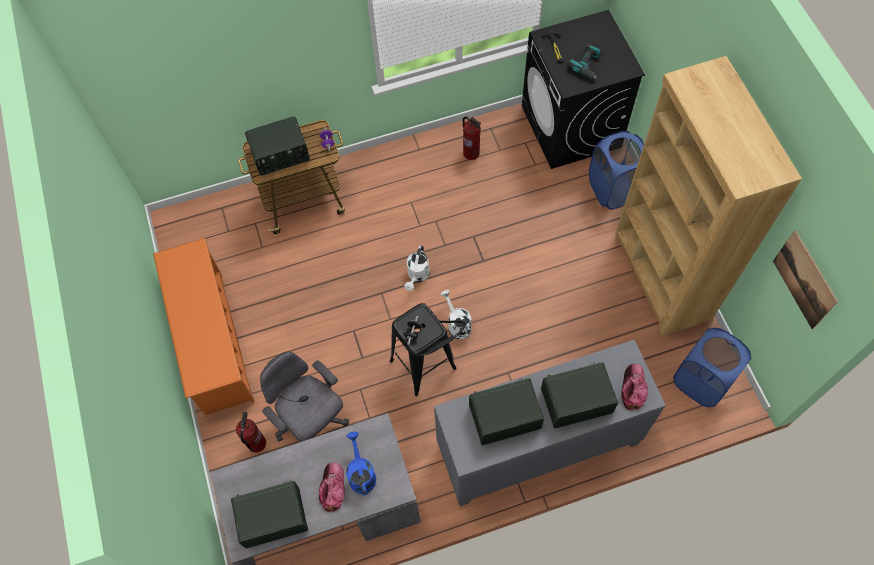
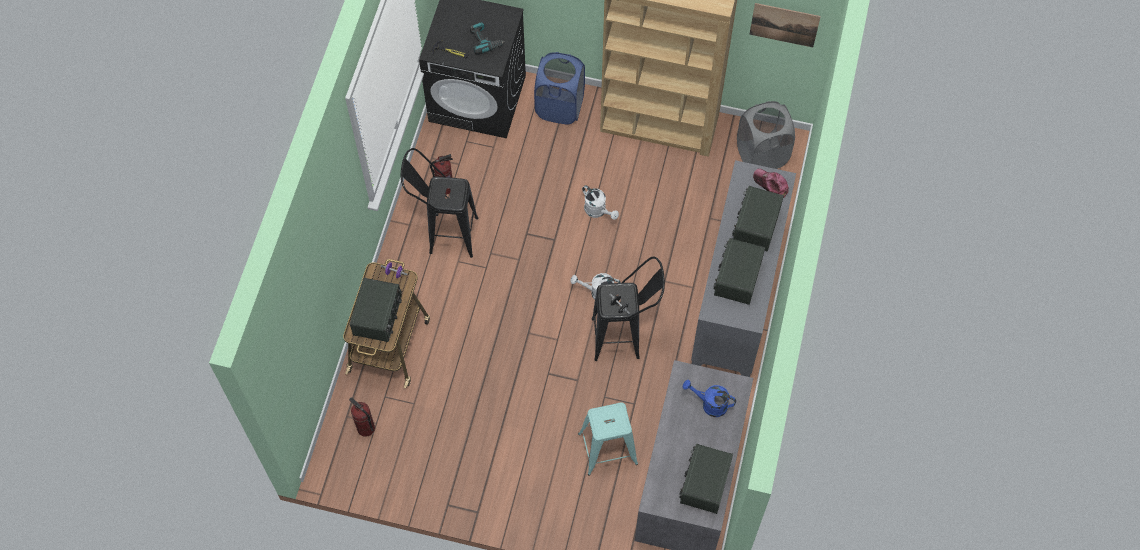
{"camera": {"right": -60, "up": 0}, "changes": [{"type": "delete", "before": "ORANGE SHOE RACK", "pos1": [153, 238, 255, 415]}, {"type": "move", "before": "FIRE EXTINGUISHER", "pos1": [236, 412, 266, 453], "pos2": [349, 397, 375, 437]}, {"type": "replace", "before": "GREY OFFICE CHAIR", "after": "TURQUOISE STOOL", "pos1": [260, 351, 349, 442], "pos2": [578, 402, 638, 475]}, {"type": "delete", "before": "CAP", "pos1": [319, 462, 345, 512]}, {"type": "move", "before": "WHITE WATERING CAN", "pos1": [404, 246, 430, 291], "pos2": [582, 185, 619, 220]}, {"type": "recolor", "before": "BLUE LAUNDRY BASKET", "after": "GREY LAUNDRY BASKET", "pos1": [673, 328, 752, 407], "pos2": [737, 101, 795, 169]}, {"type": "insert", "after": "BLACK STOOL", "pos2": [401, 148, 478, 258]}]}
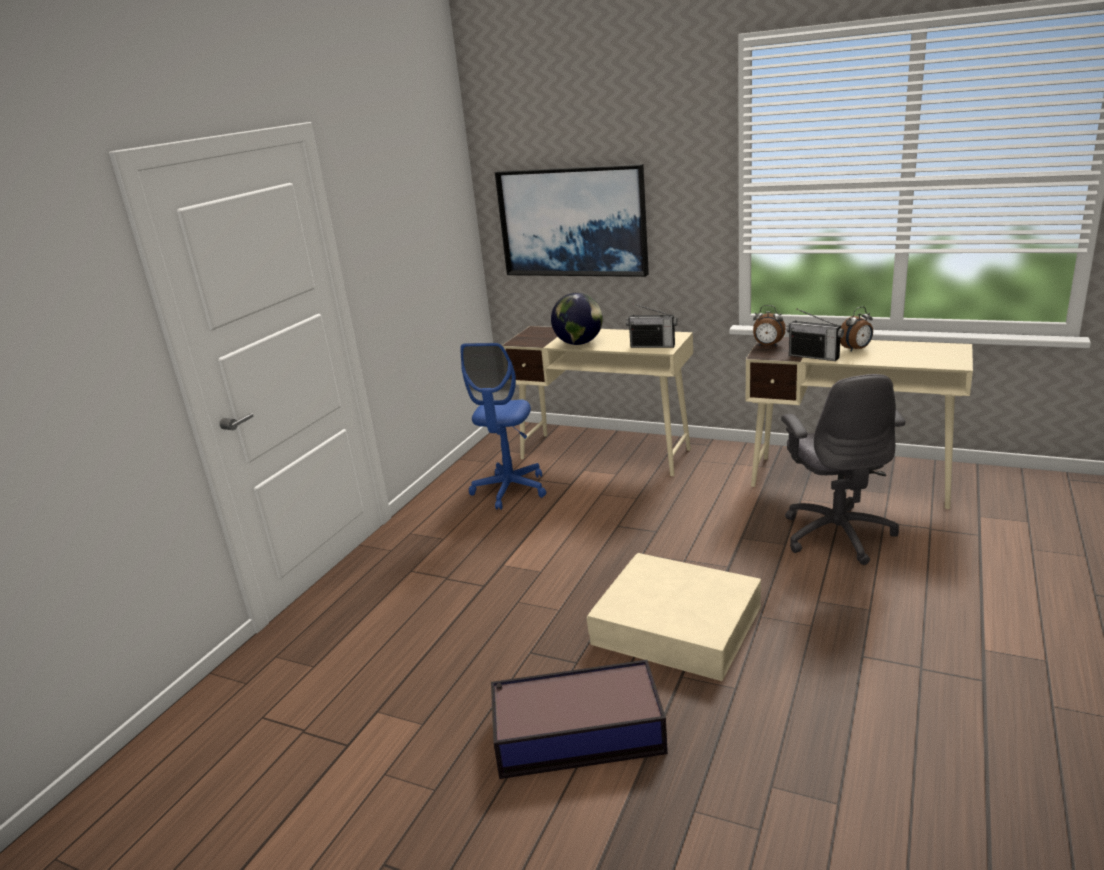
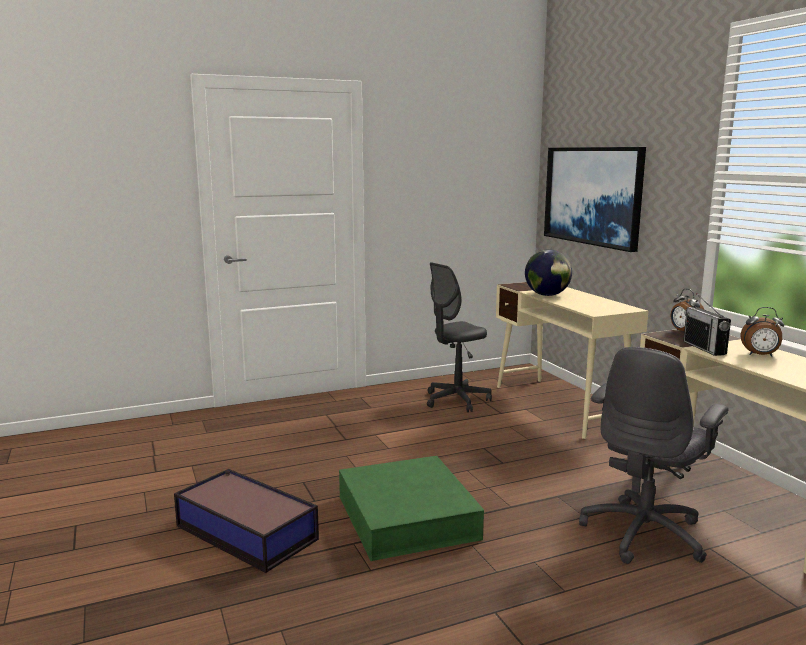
{"camera": {"right": 40, "up": -10}, "changes": [{"type": "recolor", "before": "BLUE OFFICE CHAIR", "after": "GREY OFFICE CHAIR", "pos1": [460, 343, 546, 510], "pos2": [427, 262, 492, 412]}, {"type": "recolor", "before": "BEIGE STORAGE BOX", "after": "GREEN STORAGE BOX", "pos1": [587, 553, 761, 681], "pos2": [339, 456, 484, 561]}, {"type": "delete", "before": "RADIO", "pos1": [626, 304, 678, 348]}]}
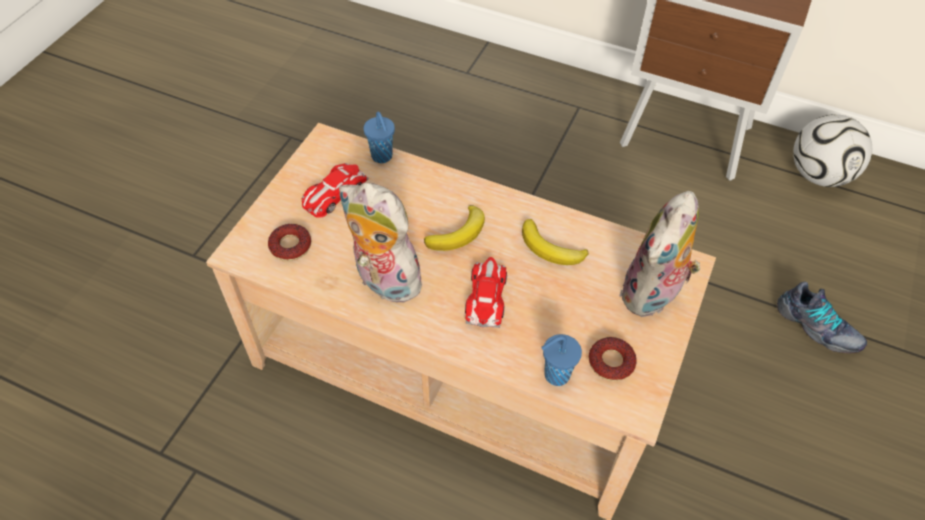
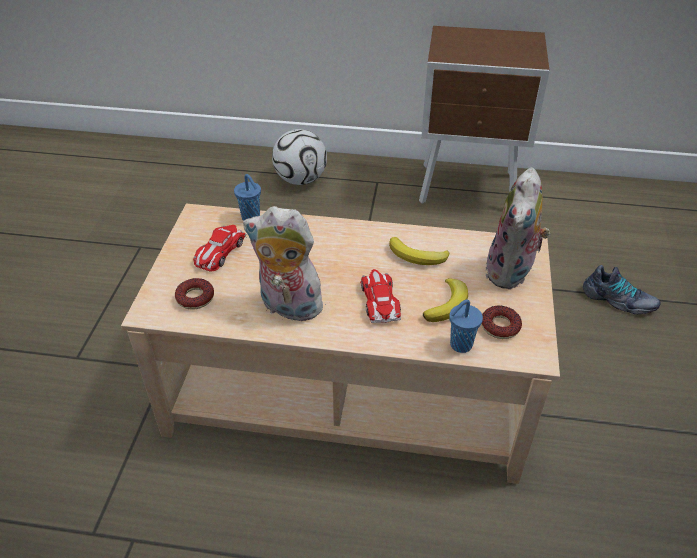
{"camera": {"right": -15, "up": -10}, "changes": [{"type": "move", "before": "BANANA", "pos1": [424, 205, 485, 251], "pos2": [423, 278, 468, 322]}, {"type": "move", "before": "FOOTBALL", "pos1": [793, 114, 872, 187], "pos2": [272, 129, 327, 185]}]}
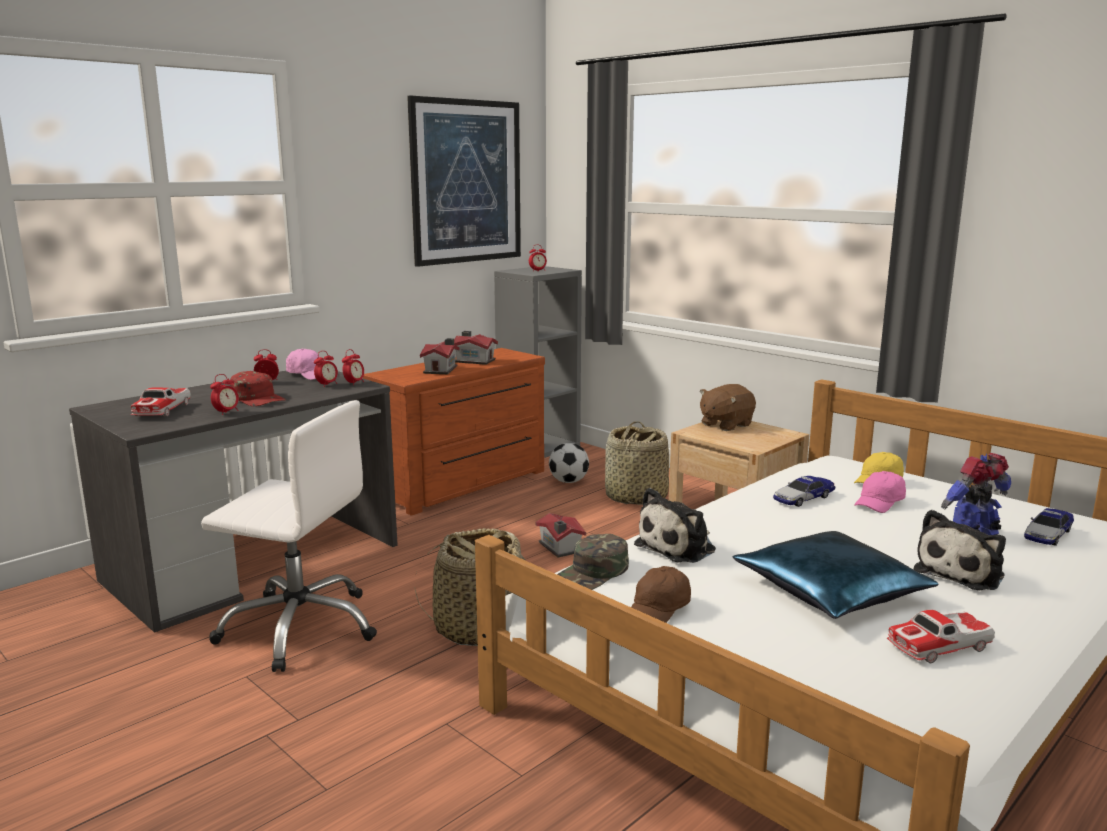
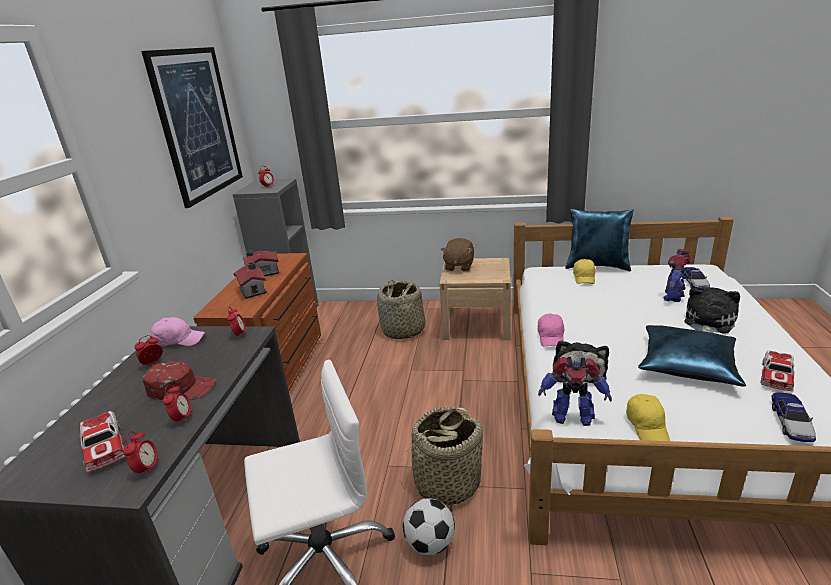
{"camera": {"right": -35, "up": 10}, "changes": [{"type": "move", "before": "ALARM CLOCK", "pos1": [314, 351, 338, 387], "pos2": [123, 431, 159, 476]}, {"type": "delete", "before": "TOY HOUSE", "pos1": [535, 513, 586, 558]}, {"type": "move", "before": "FOOTBALL", "pos1": [549, 443, 589, 483], "pos2": [403, 498, 455, 555]}, {"type": "replace", "before": "GREEN CAP", "after": "TOY ROBOT", "pos1": [557, 534, 629, 590], "pos2": [538, 357, 612, 426]}, {"type": "recolor", "before": "BROWN CAP", "after": "YELLOW CAP", "pos1": [631, 566, 691, 623], "pos2": [626, 394, 670, 441]}, {"type": "move", "before": "TOY CAR", "pos1": [773, 476, 835, 507], "pos2": [772, 392, 816, 442]}, {"type": "move", "before": "PINK CAP", "pos1": [854, 471, 906, 513], "pos2": [538, 313, 564, 346]}, {"type": "rotate", "before": "PLUSH TOY", "pos1": [914, 510, 1006, 590], "pos2": [685, 288, 740, 333], "turn": -150}, {"type": "insert", "after": "BLUE PILLOW", "pos2": [565, 209, 634, 271]}]}
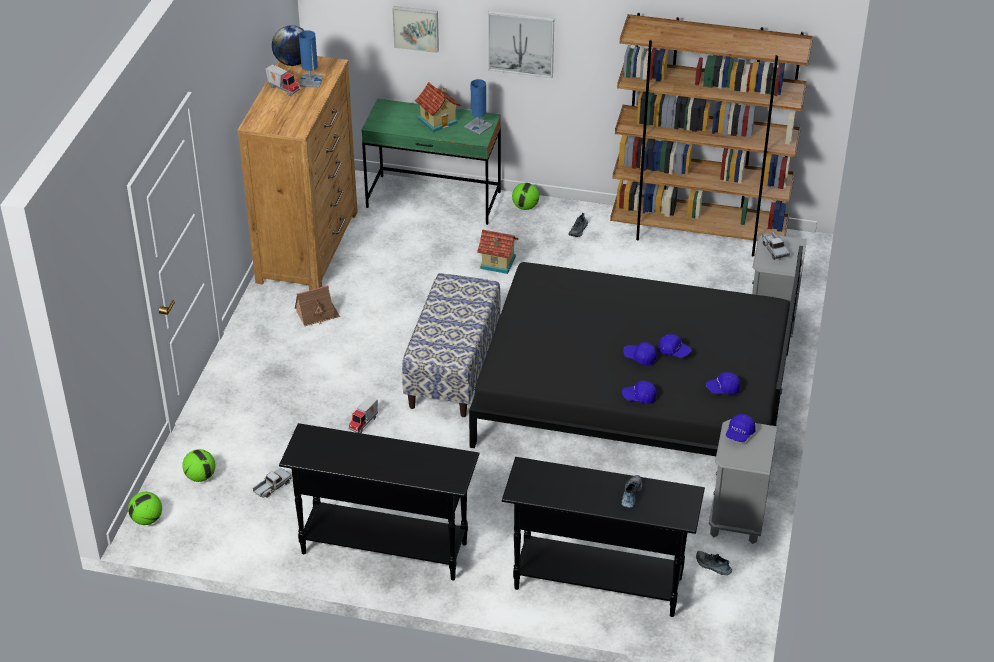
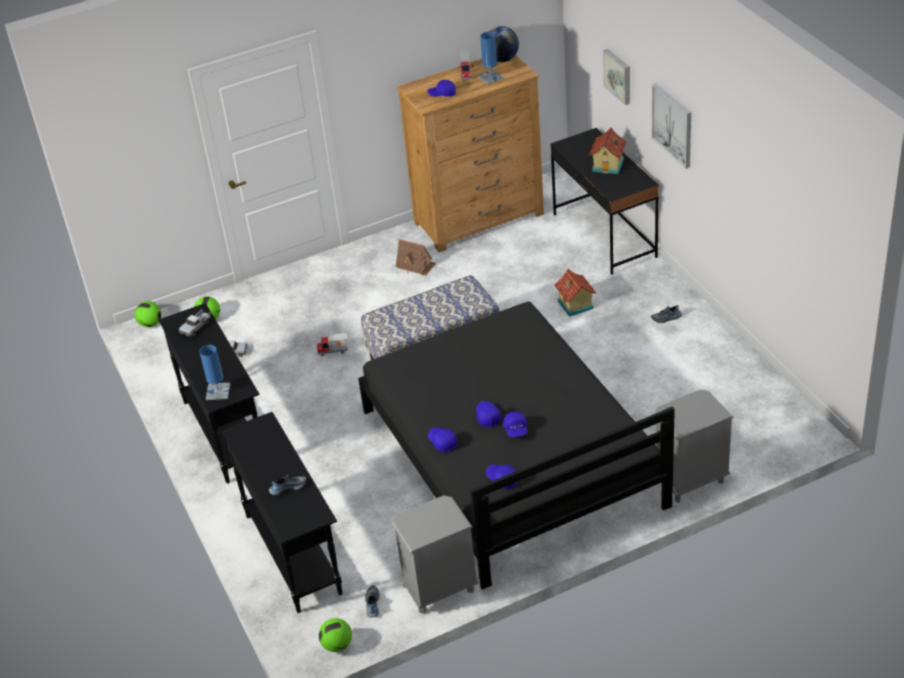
{"camera": {"right": 55, "up": 0}, "changes": [{"type": "recolor", "before": "GREEN DESK", "after": "BLACK DESK", "pos1": [361, 99, 501, 225], "pos2": [551, 128, 659, 275]}, {"type": "move", "before": "BLUE TABLE LAMP", "pos1": [464, 79, 493, 135], "pos2": [199, 345, 230, 400]}, {"type": "move", "before": "FOOTBALL", "pos1": [512, 183, 539, 210], "pos2": [319, 618, 352, 652]}, {"type": "delete", "before": "BROWN BOOKCASE", "pos1": [610, 13, 813, 256]}, {"type": "move", "before": "BLUE CAP", "pos1": [726, 414, 756, 442], "pos2": [427, 80, 456, 97]}, {"type": "move", "before": "TOY TRUCK", "pos1": [762, 231, 790, 260], "pos2": [179, 309, 211, 337]}]}
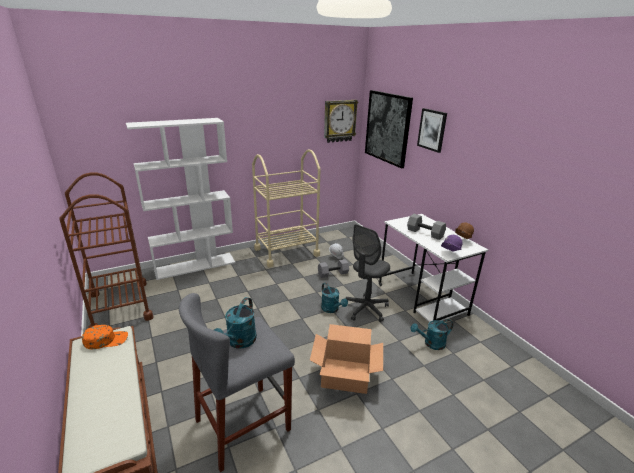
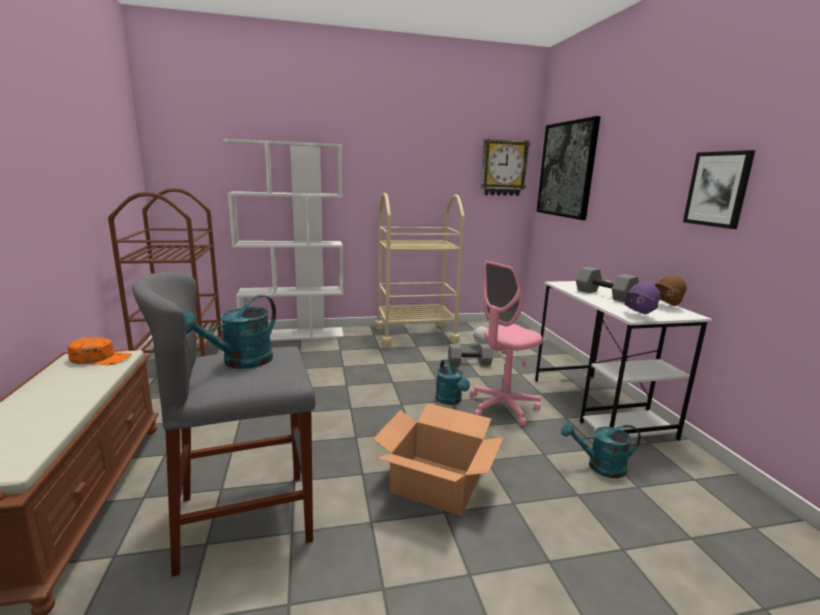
{"camera": {"right": 15, "up": -10}, "changes": [{"type": "recolor", "before": "GREY OFFICE CHAIR", "after": "PINK OFFICE CHAIR", "pos1": [346, 224, 390, 322], "pos2": [470, 260, 542, 426]}, {"type": "move", "before": "PICTURE", "pos1": [417, 108, 447, 153], "pos2": [683, 150, 755, 229]}]}
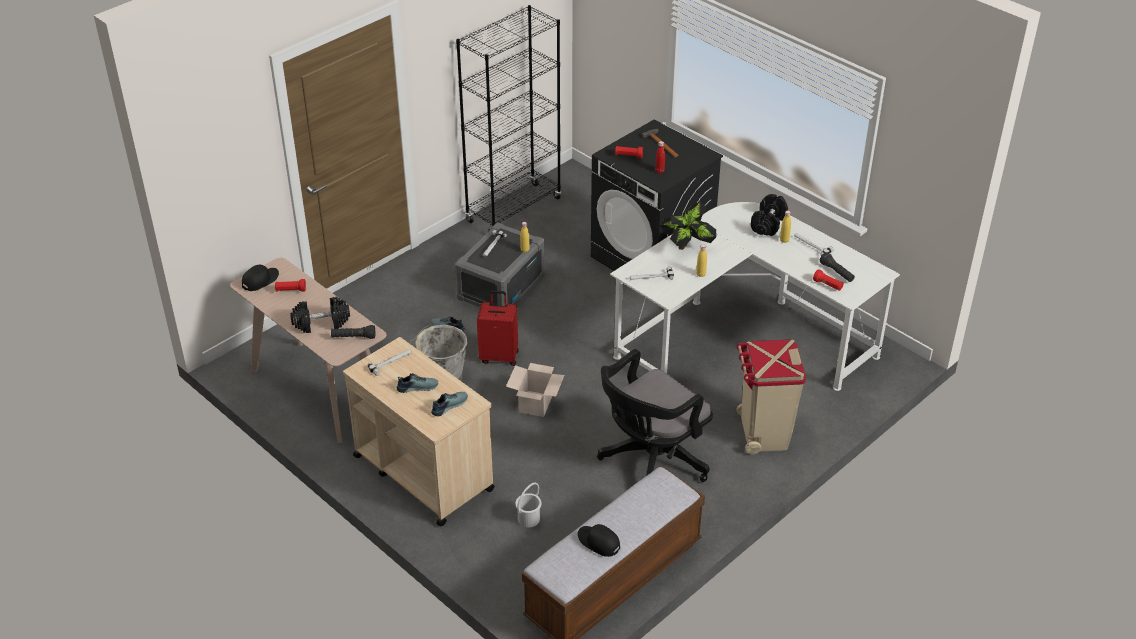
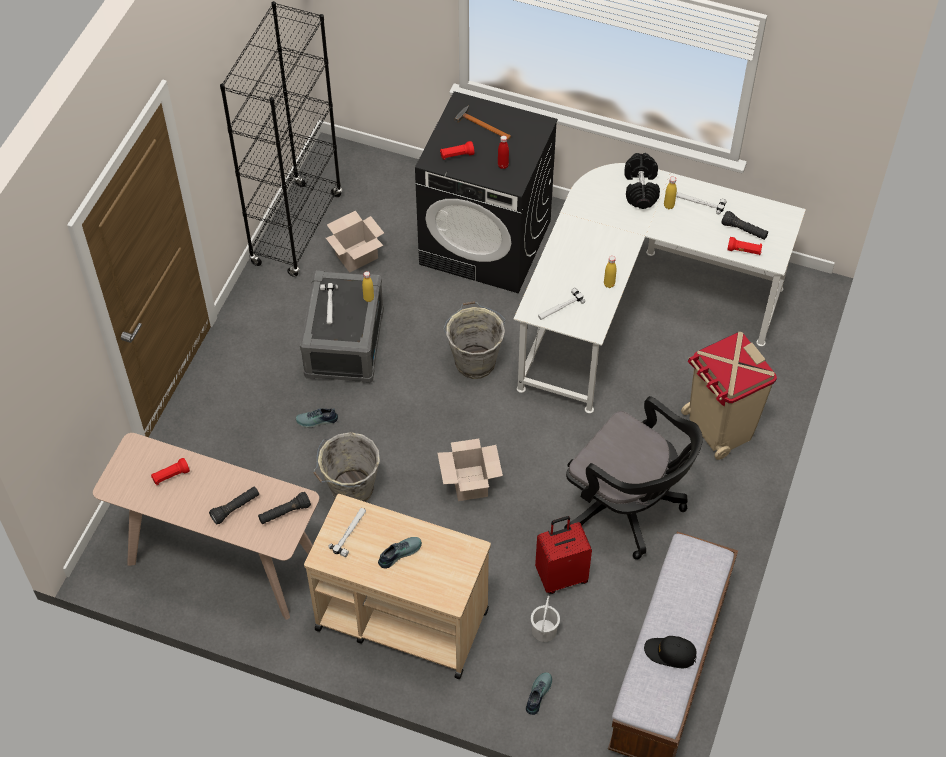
{"camera": {"right": -25, "up": 15}, "changes": [{"type": "delete", "before": "BLACK CAP", "pos1": [242, 265, 279, 291]}, {"type": "replace", "before": "BLACK DUMBBELL", "after": "BLACK FLASHLIGHT", "pos1": [290, 297, 350, 333], "pos2": [209, 487, 259, 525]}, {"type": "move", "before": "SHOE", "pos1": [431, 392, 468, 416], "pos2": [526, 672, 552, 715]}, {"type": "move", "before": "RED SUITCASE", "pos1": [477, 290, 519, 366], "pos2": [535, 516, 592, 594]}, {"type": "rotate", "before": "BLACK OFFICE CHAIR", "pos1": [597, 349, 713, 482], "pos2": [564, 396, 703, 560], "turn": -75}, {"type": "delete", "before": "POTTED PLANT", "pos1": [661, 201, 717, 250]}, {"type": "insert", "after": "CARDBOARD BOX", "pos2": [326, 211, 384, 272]}, {"type": "insert", "after": "GREY BUCKET", "pos2": [443, 301, 505, 379]}]}
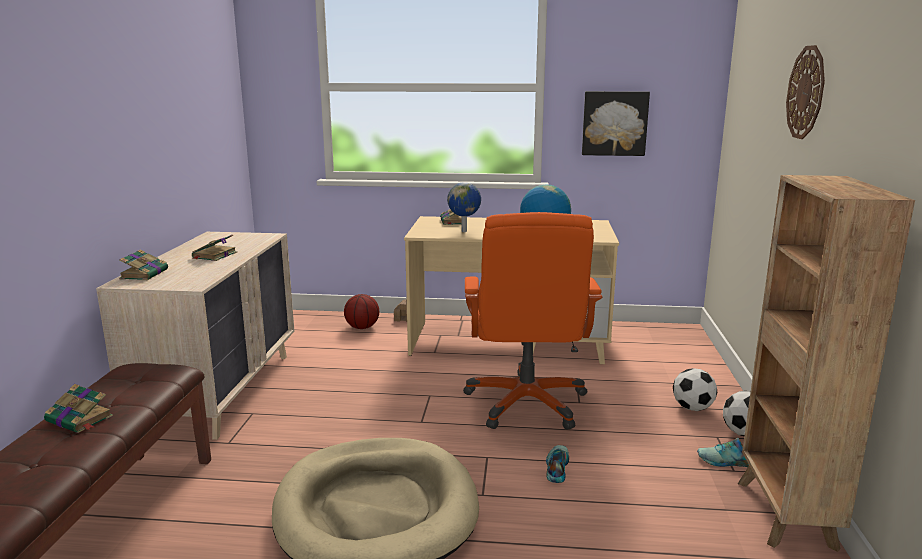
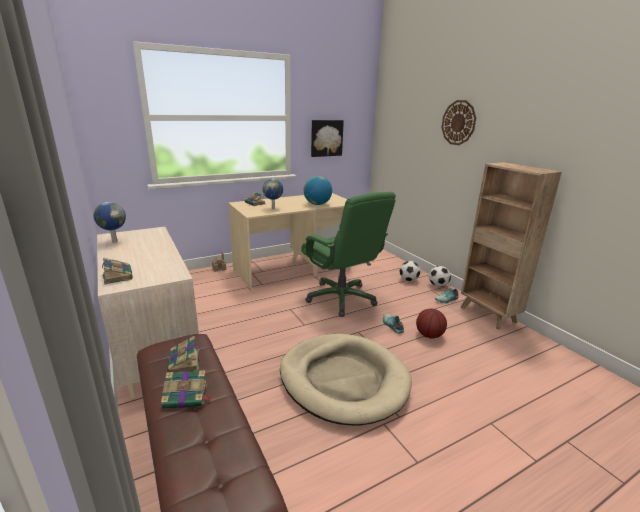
{"camera": {"right": -35, "up": 5}, "changes": [{"type": "move", "before": "BOOK", "pos1": [192, 235, 237, 261], "pos2": [167, 336, 200, 373]}, {"type": "move", "before": "BASKETBALL", "pos1": [344, 294, 379, 329], "pos2": [416, 308, 447, 339]}, {"type": "recolor", "before": "ORANGE OFFICE CHAIR", "after": "GREEN OFFICE CHAIR", "pos1": [463, 212, 602, 430], "pos2": [301, 192, 396, 317]}, {"type": "insert", "after": "GLOBE", "pos2": [93, 202, 126, 243]}]}
